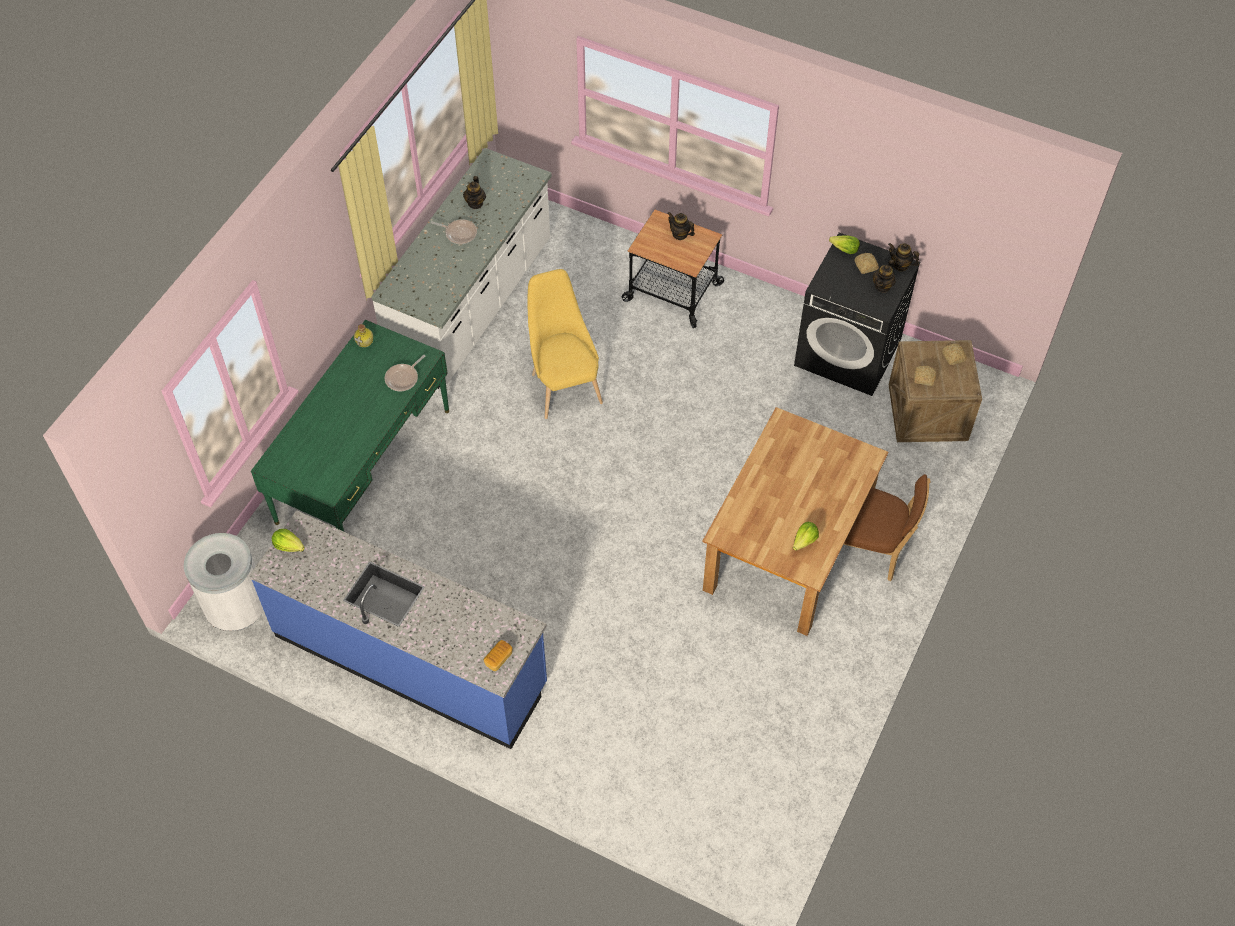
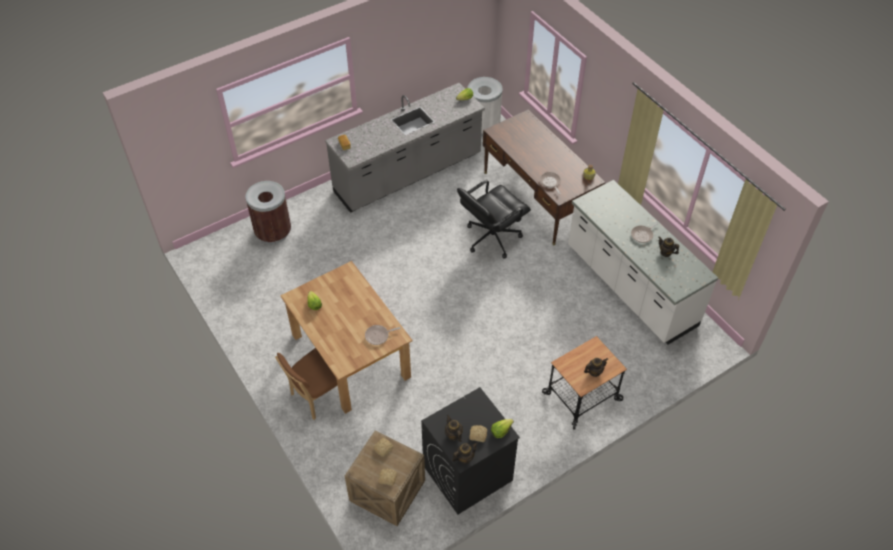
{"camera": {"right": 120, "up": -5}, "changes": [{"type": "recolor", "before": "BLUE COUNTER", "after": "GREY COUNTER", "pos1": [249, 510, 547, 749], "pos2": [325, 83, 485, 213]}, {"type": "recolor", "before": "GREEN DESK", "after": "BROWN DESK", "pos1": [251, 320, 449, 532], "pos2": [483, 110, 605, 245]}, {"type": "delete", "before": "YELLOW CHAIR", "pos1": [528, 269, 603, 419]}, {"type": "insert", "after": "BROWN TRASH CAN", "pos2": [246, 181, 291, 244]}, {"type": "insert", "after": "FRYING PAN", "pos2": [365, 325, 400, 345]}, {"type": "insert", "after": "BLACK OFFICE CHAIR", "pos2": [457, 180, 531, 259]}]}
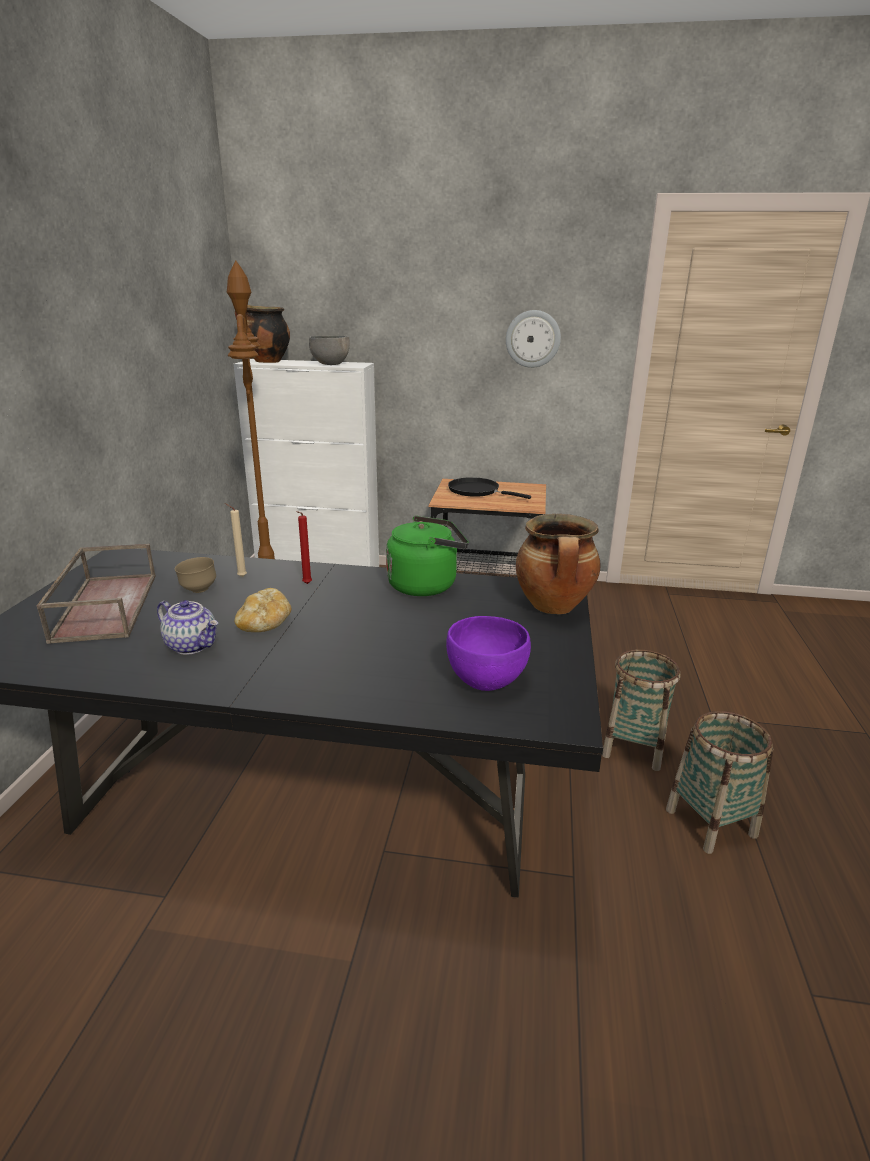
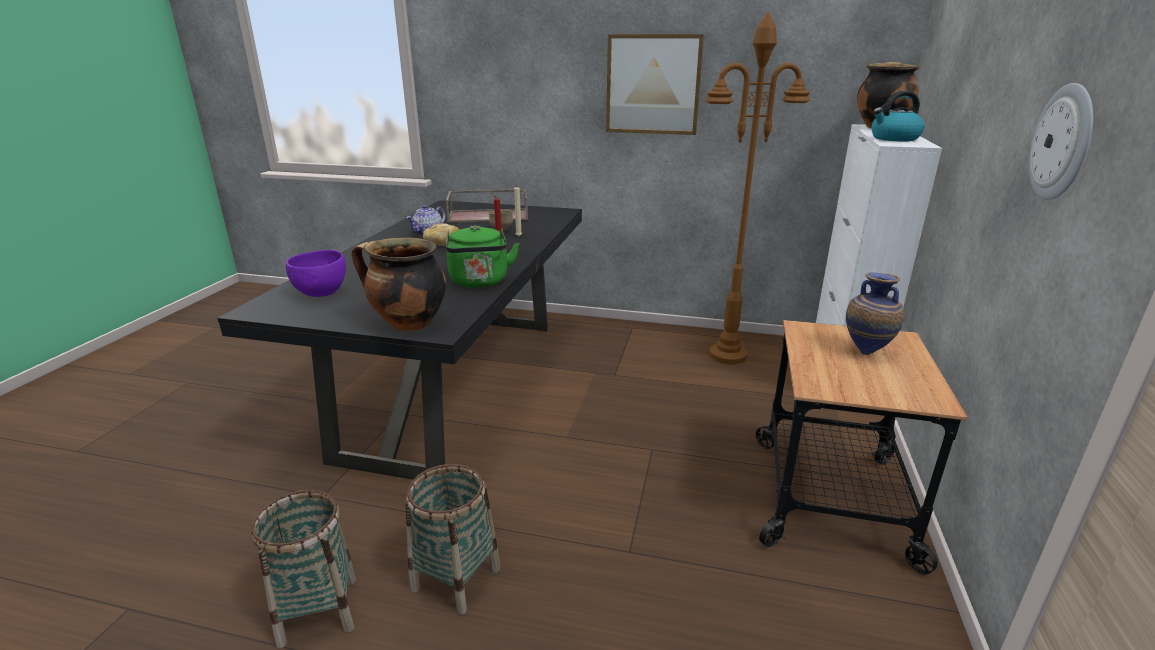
{"camera": {"right": 95, "up": 0}, "changes": [{"type": "replace", "before": "GREY BOWL", "after": "KETTLE", "pos1": [309, 335, 350, 365], "pos2": [871, 91, 924, 141]}, {"type": "replace", "before": "BLACK FRYING PAN", "after": "VASE", "pos1": [448, 477, 531, 499], "pos2": [846, 272, 905, 355]}, {"type": "insert", "after": "PICTURE", "pos2": [606, 34, 704, 135]}]}
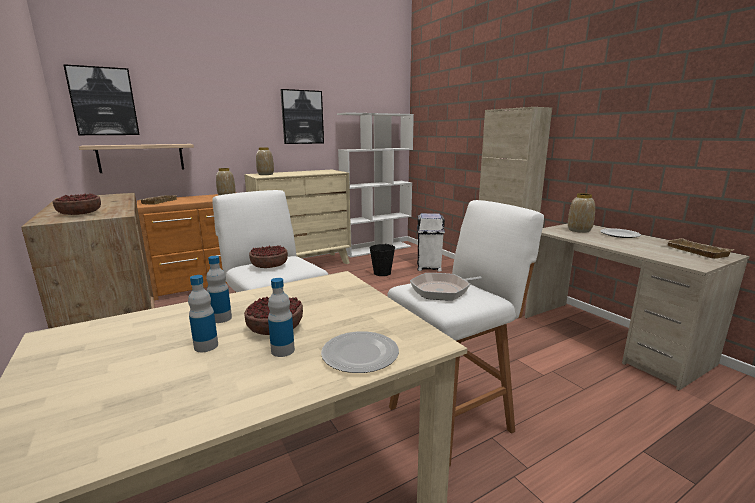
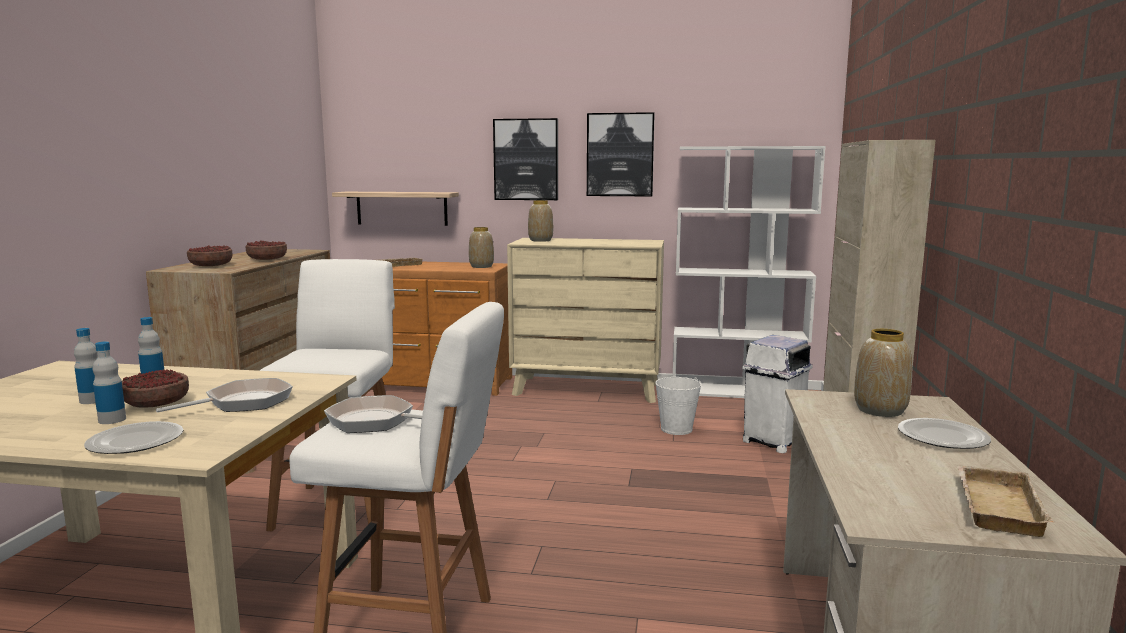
{"camera": {"right": 40, "up": -5}, "changes": [{"type": "move", "before": "PICTURE", "pos1": [63, 64, 140, 135], "pos2": [493, 118, 558, 200]}, {"type": "move", "before": "BOWL", "pos1": [249, 245, 288, 268], "pos2": [245, 240, 287, 260]}, {"type": "recolor", "before": "BLACK BUCKET", "after": "WHITE BUCKET", "pos1": [370, 243, 395, 276], "pos2": [655, 377, 702, 435]}, {"type": "insert", "after": "FRYING PAN", "pos2": [156, 378, 293, 412]}]}
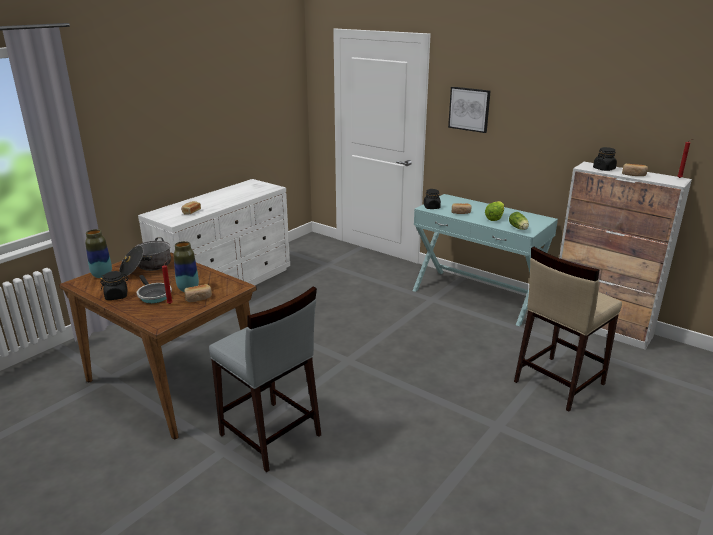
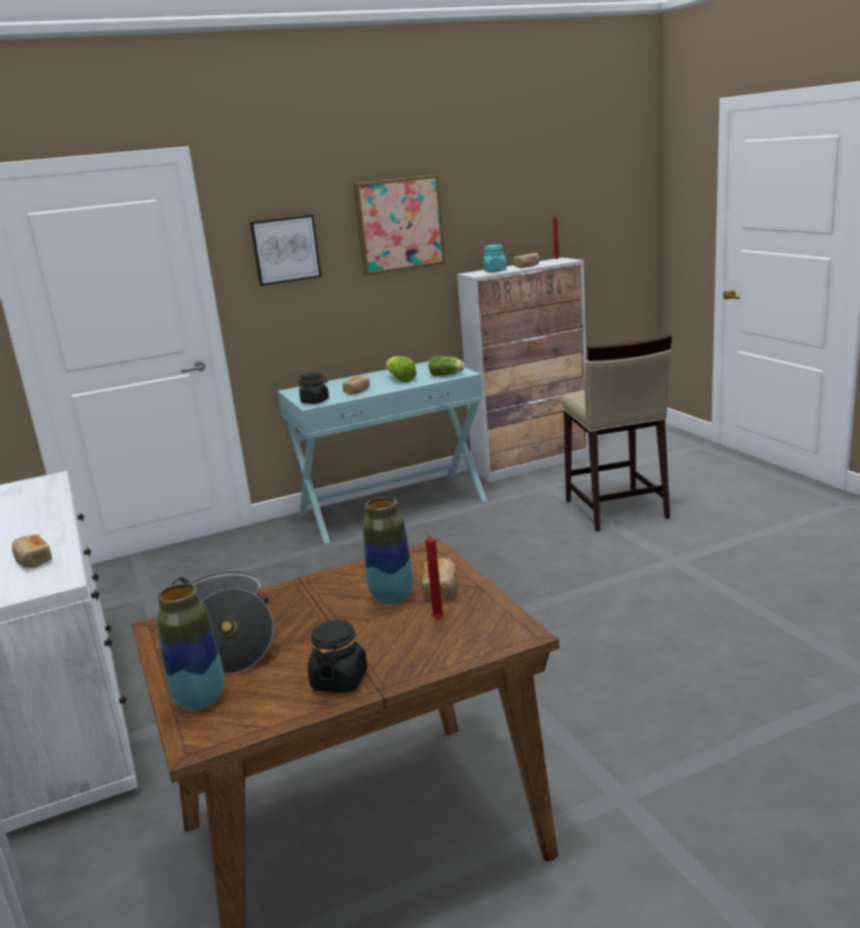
{"camera": {"right": -60, "up": -5}, "changes": [{"type": "delete", "before": "FRYING PAN", "pos1": [137, 275, 172, 303]}, {"type": "delete", "before": "GREY STOOL", "pos1": [209, 286, 321, 472]}, {"type": "recolor", "before": "BLACK JAR", "after": "TURQUOISE JAR", "pos1": [593, 147, 617, 171], "pos2": [483, 244, 507, 272]}, {"type": "insert", "after": "PICTURE", "pos2": [353, 174, 446, 276]}]}
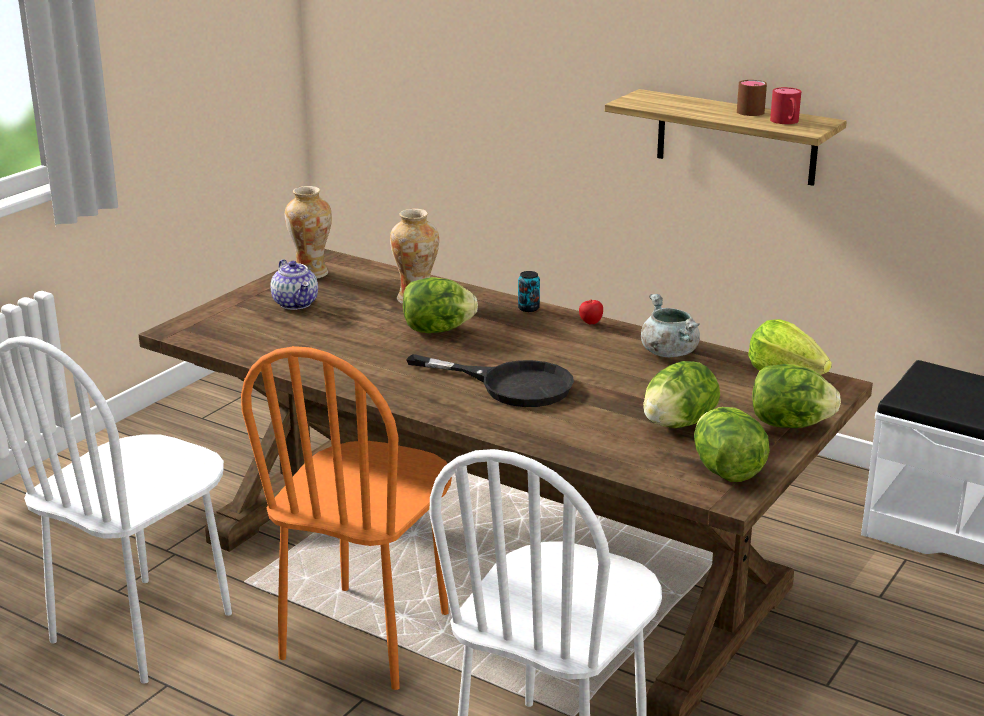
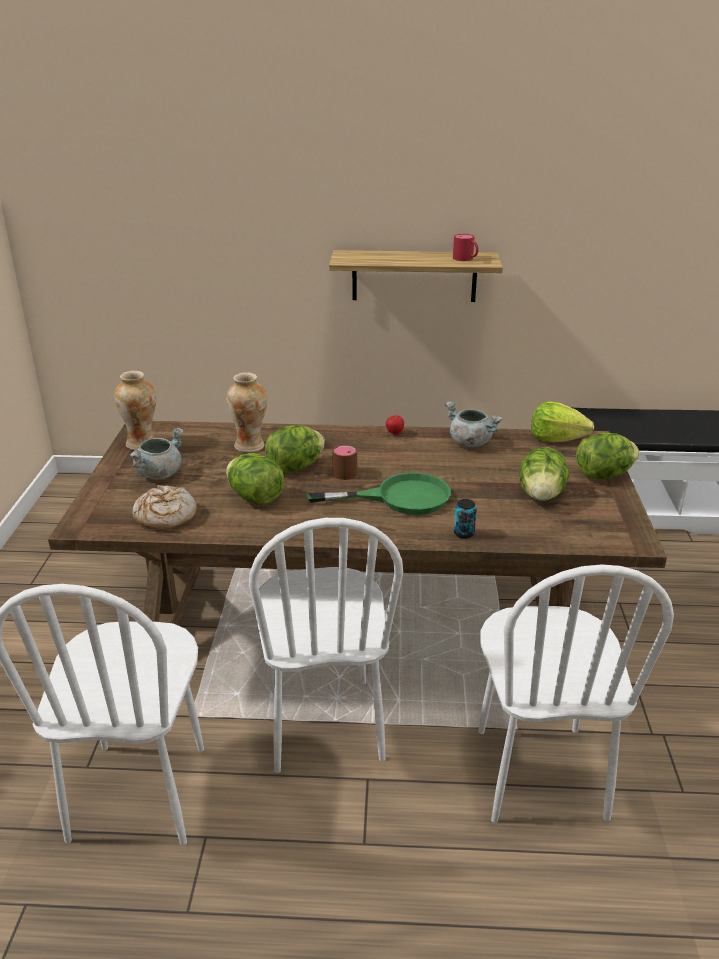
{"camera": {"right": -30, "up": 5}, "changes": [{"type": "recolor", "before": "ORANGE CHAIR", "after": "WHITE CHAIR", "pos1": [241, 346, 452, 690], "pos2": [249, 518, 403, 773]}, {"type": "replace", "before": "TEAPOT", "after": "GREY COOKING POT", "pos1": [271, 259, 318, 310], "pos2": [129, 428, 183, 479]}, {"type": "recolor", "before": "BLACK FRYING PAN", "after": "GREEN FRYING PAN", "pos1": [406, 354, 574, 407], "pos2": [307, 473, 451, 515]}, {"type": "move", "before": "CAN", "pos1": [518, 271, 540, 312], "pos2": [454, 499, 477, 539]}, {"type": "move", "before": "LETTUCE", "pos1": [694, 407, 770, 482], "pos2": [226, 453, 284, 505]}, {"type": "move", "before": "BROWN MUG", "pos1": [737, 80, 767, 116], "pos2": [332, 445, 357, 480]}, {"type": "insert", "after": "BREAD", "pos2": [133, 485, 197, 530]}]}
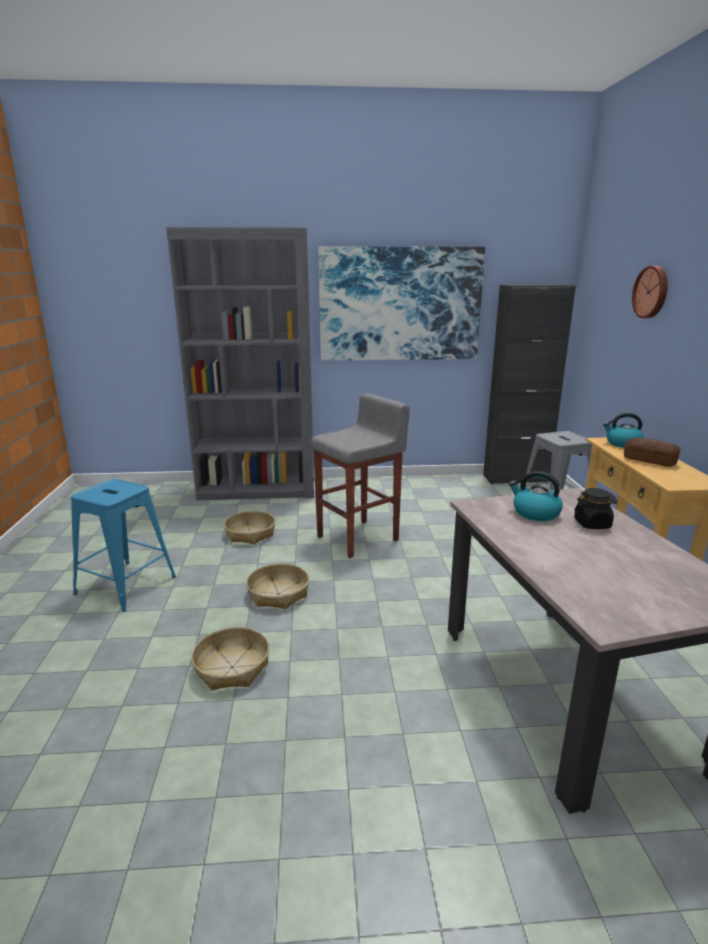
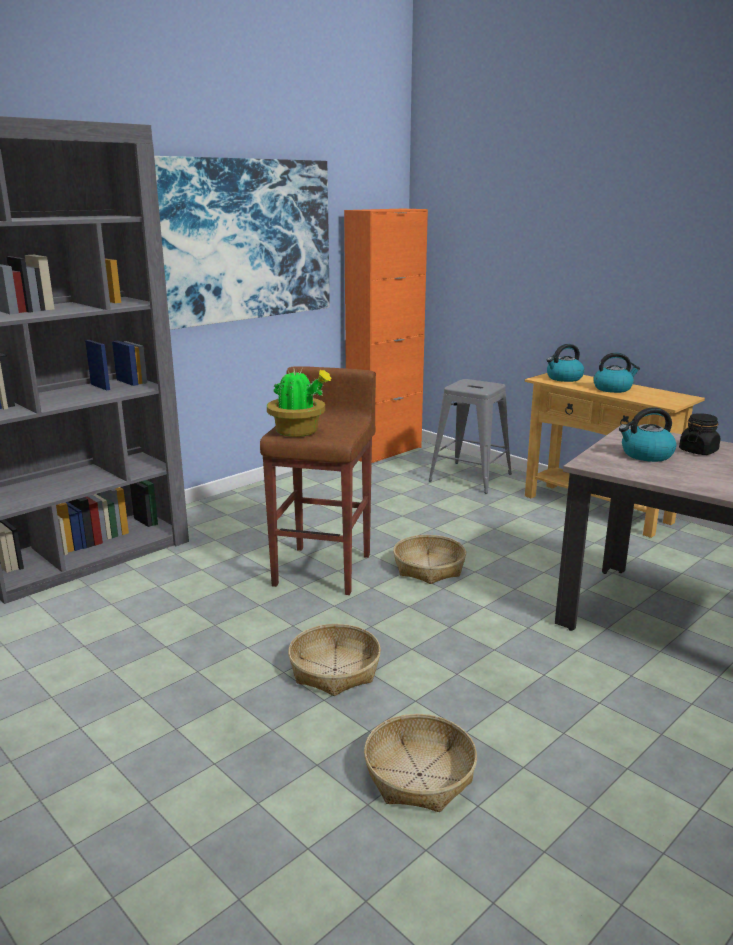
{"camera": {"right": -40, "up": 0}, "changes": [{"type": "delete", "before": "BLUE STOOL", "pos1": [71, 479, 176, 612]}, {"type": "move", "before": "BASKET", "pos1": [224, 511, 275, 544], "pos2": [393, 535, 466, 584]}, {"type": "recolor", "before": "GREY STOOL", "after": "BROWN STOOL", "pos1": [311, 393, 410, 558], "pos2": [260, 366, 376, 595]}, {"type": "recolor", "before": "BLACK CABINET", "after": "ORANGE CABINET", "pos1": [483, 285, 576, 484], "pos2": [344, 208, 428, 463]}, {"type": "replace", "before": "BREAD", "after": "KETTLE", "pos1": [624, 438, 680, 467], "pos2": [593, 353, 640, 393]}, {"type": "delete", "before": "WALL CLOCK", "pos1": [632, 266, 668, 318]}, {"type": "insert", "after": "POTTED PLANT", "pos2": [267, 367, 332, 437]}]}
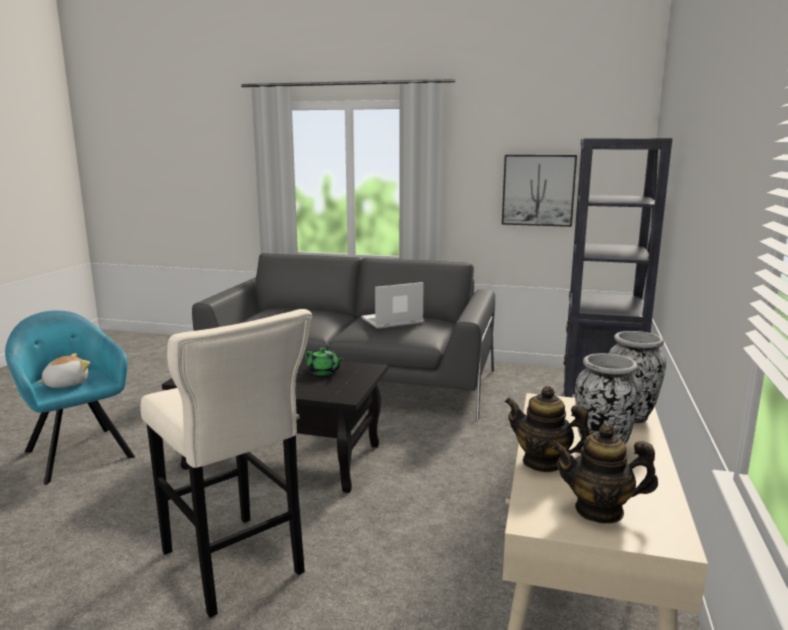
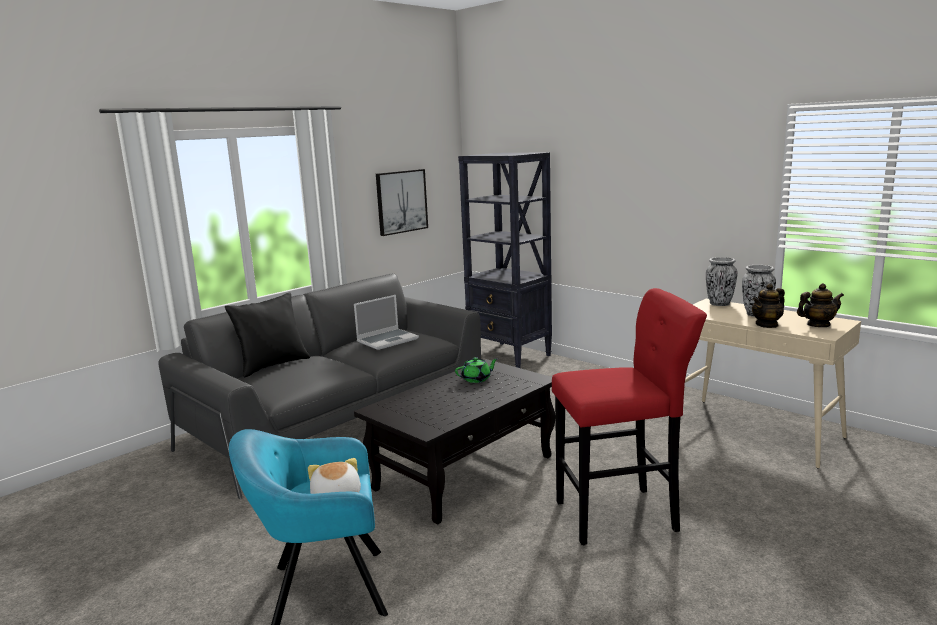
{"camera": {"right": -60, "up": 0}, "changes": [{"type": "recolor", "before": "BEIGE STOOL", "after": "RED STOOL", "pos1": [140, 309, 312, 618], "pos2": [552, 288, 707, 546]}, {"type": "rotate", "before": "LAPTOP", "pos1": [361, 282, 424, 329], "pos2": [354, 295, 419, 350], "turn": -135}, {"type": "rotate", "before": "TEAPOT", "pos1": [552, 424, 658, 524], "pos2": [797, 283, 844, 327], "turn": -135}, {"type": "insert", "after": "BLACK PILLOW", "pos2": [225, 293, 310, 378]}]}
